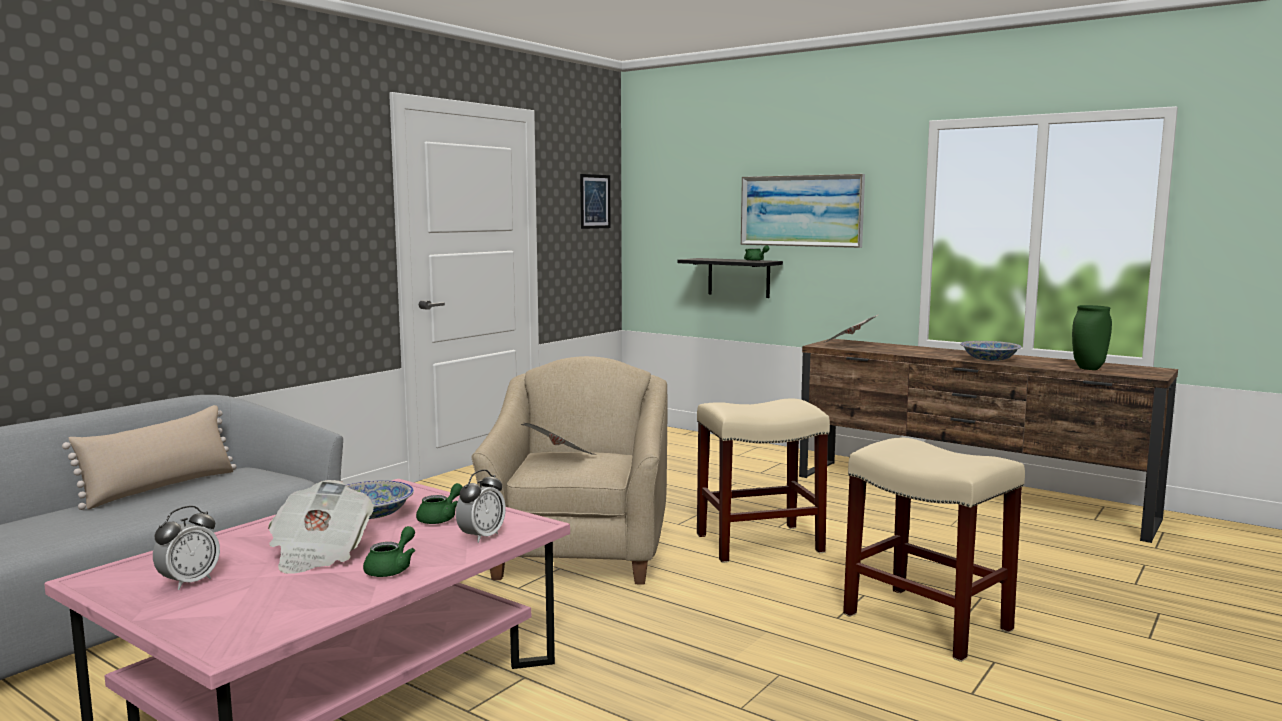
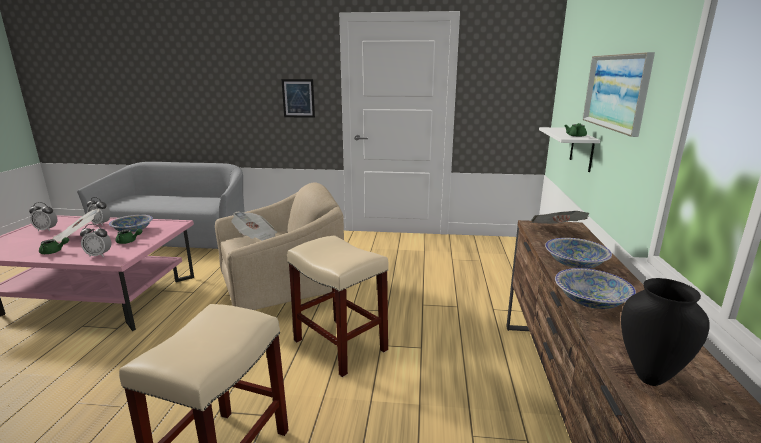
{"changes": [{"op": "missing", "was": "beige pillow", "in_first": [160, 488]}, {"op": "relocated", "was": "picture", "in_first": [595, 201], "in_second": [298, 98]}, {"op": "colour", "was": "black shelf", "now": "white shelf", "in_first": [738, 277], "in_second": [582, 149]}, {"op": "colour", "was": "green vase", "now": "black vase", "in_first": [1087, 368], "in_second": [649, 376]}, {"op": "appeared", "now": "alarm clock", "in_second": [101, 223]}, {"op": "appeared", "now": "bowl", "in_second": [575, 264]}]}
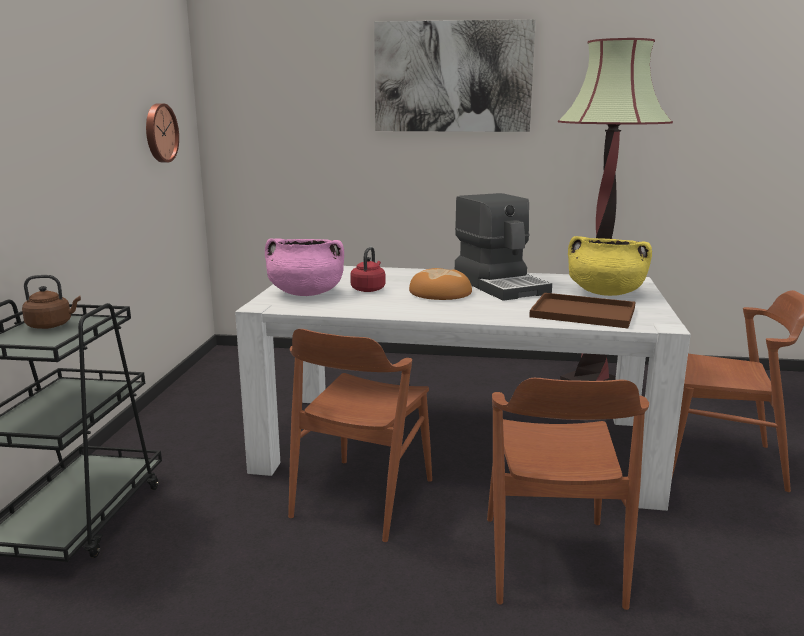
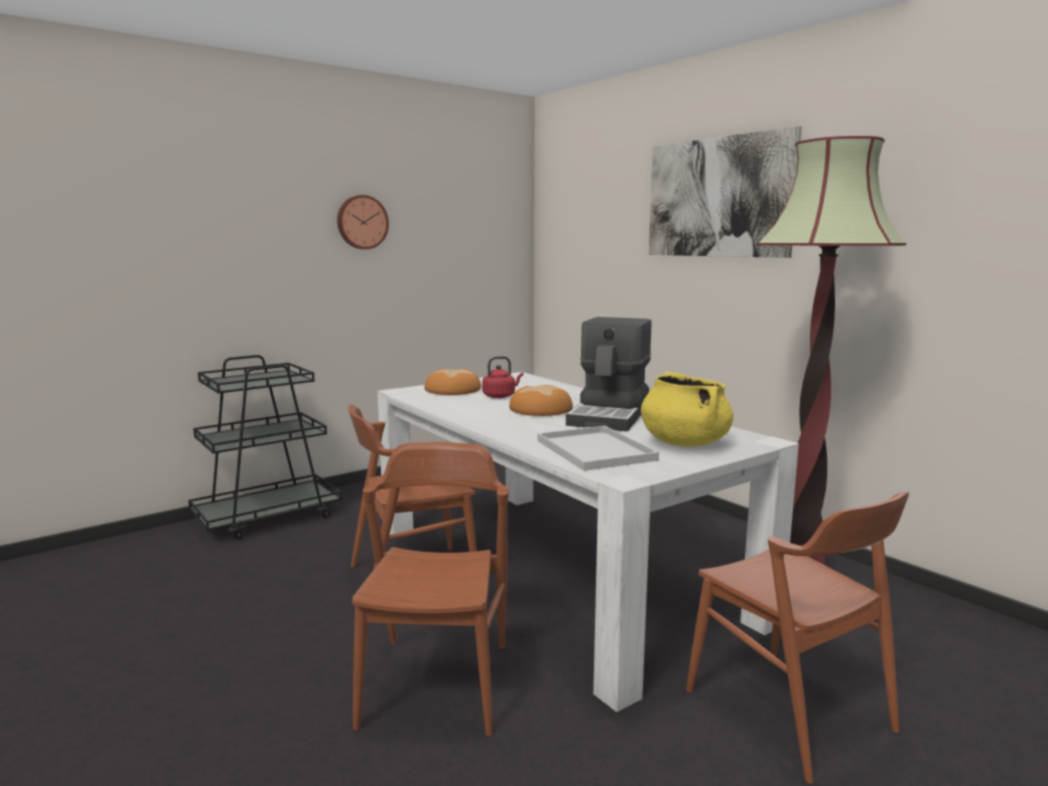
{"changes": [{"op": "missing", "was": "brown kettle", "in_first": [52, 325]}, {"op": "relocated", "was": "wall clock", "in_first": [159, 133], "in_second": [362, 222]}, {"op": "exchanged", "was": "pink cooking pot", "now": "bread", "in_first": [306, 293], "in_second": [452, 390]}, {"op": "spun", "was": "brown chair", "in_first": [551, 560], "in_second": [436, 683], "clockwise": 135}, {"op": "colour", "was": "brown tray", "now": "white tray", "in_first": [585, 312], "in_second": [597, 450]}]}
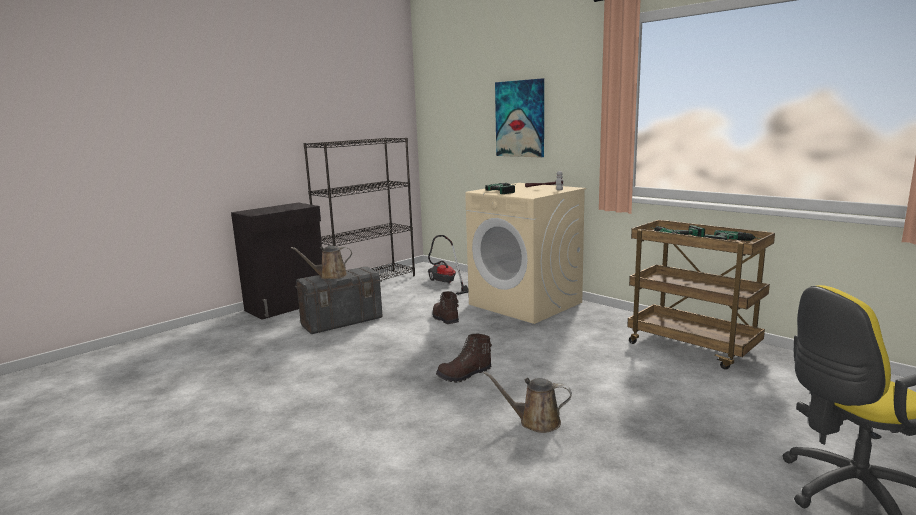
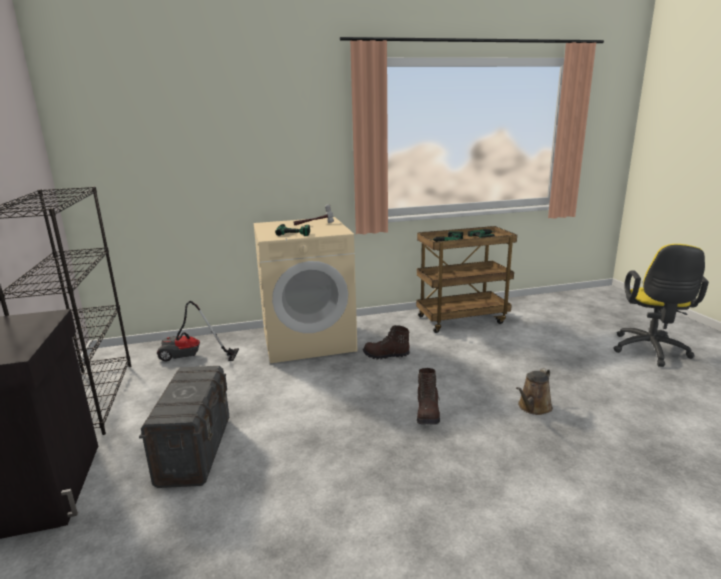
{"changes": [{"op": "missing", "was": "brown watering can", "in_first": [330, 276]}, {"op": "relocated", "was": "brown boot", "in_first": [445, 319], "in_second": [386, 355]}, {"op": "missing", "was": "picture", "in_first": [520, 119]}]}
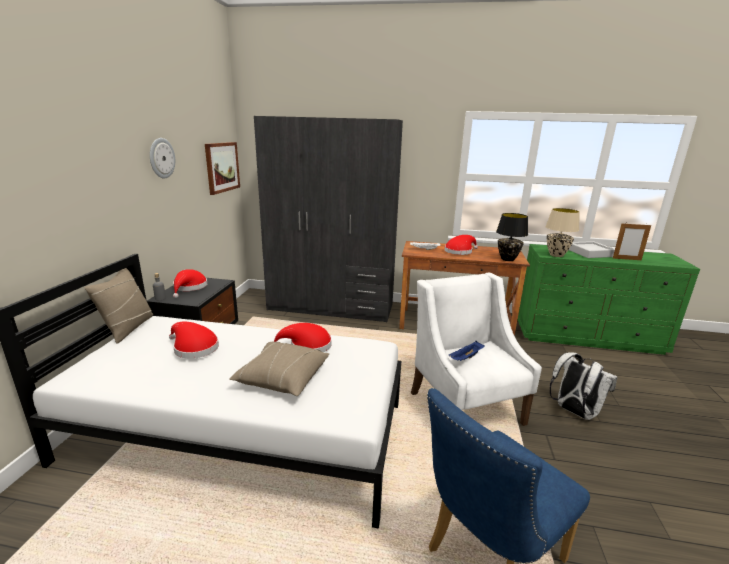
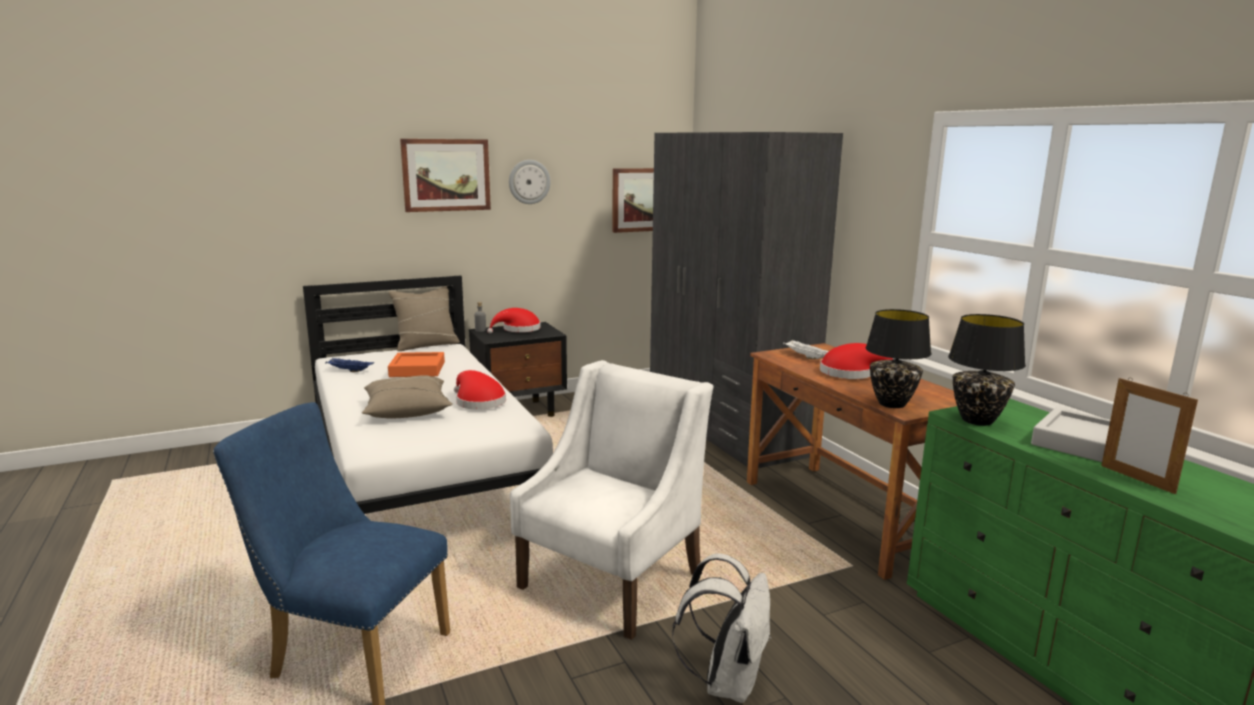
{"changes": [{"op": "exchanged", "was": "red hat", "now": "orange tray", "in_first": [194, 348], "in_second": [417, 369]}, {"op": "relocated", "was": "blue tray", "in_first": [466, 358], "in_second": [349, 371]}, {"op": "colour", "was": "beige table lamp", "now": "black table lamp", "in_first": [556, 255], "in_second": [978, 420]}, {"op": "appeared", "now": "picture", "in_second": [446, 175]}]}
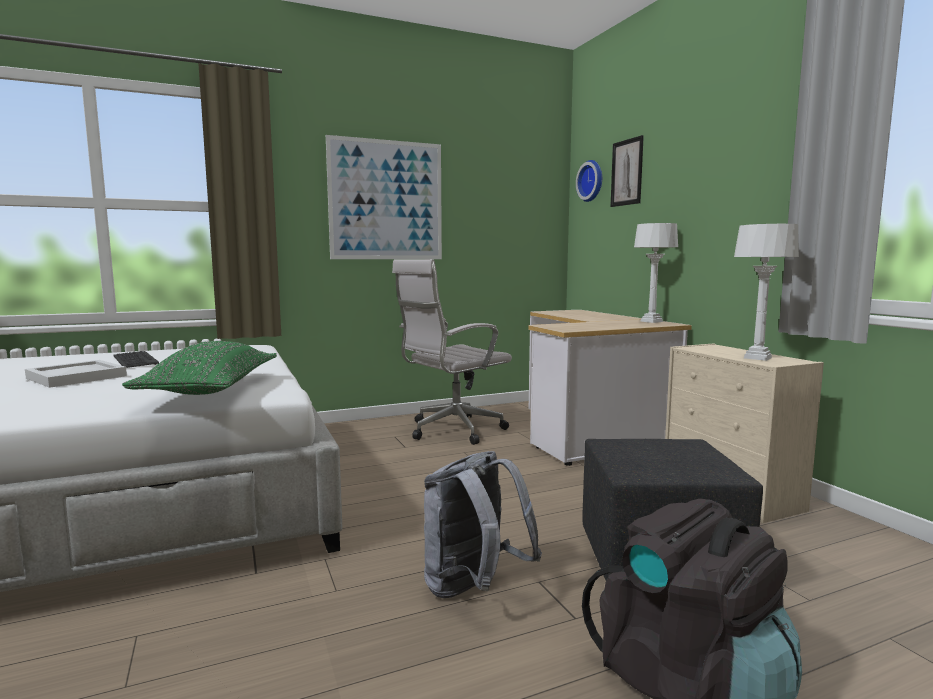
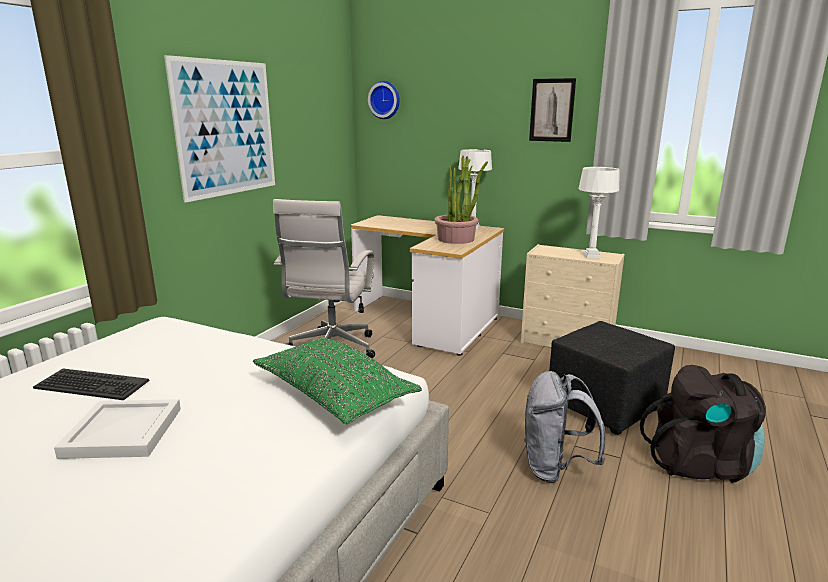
{"changes": [{"op": "relocated", "was": "picture", "in_first": [627, 172], "in_second": [552, 110]}, {"op": "appeared", "now": "potted plant", "in_second": [456, 239]}]}
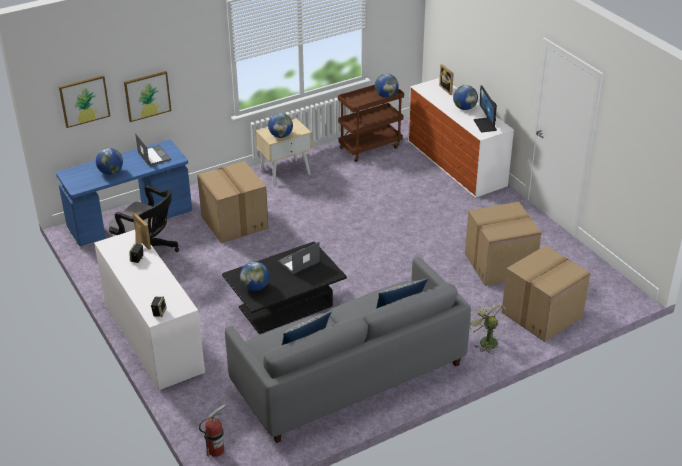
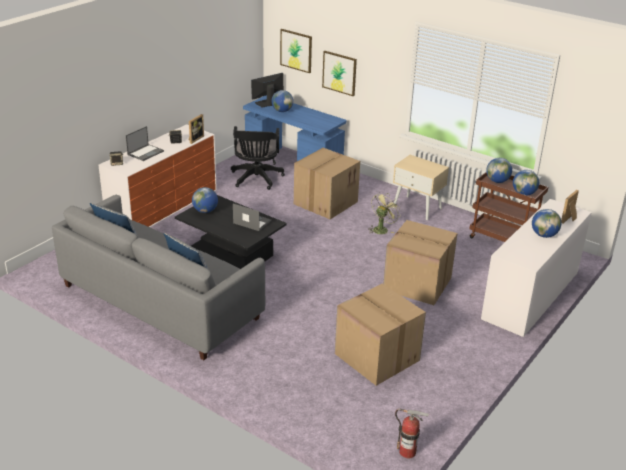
{"changes": [{"op": "relocated", "was": "laptop", "in_first": [154, 156], "in_second": [145, 152]}, {"op": "relocated", "was": "fire extinguisher", "in_first": [216, 450], "in_second": [407, 452]}, {"op": "relocated", "was": "globe", "in_first": [280, 136], "in_second": [497, 181]}, {"op": "relocated", "was": "green fan", "in_first": [485, 341], "in_second": [382, 229]}, {"op": "relocated", "was": "monitor", "in_first": [485, 125], "in_second": [267, 103]}, {"op": "relocated", "was": "cardboard box", "in_first": [542, 315], "in_second": [416, 284]}]}
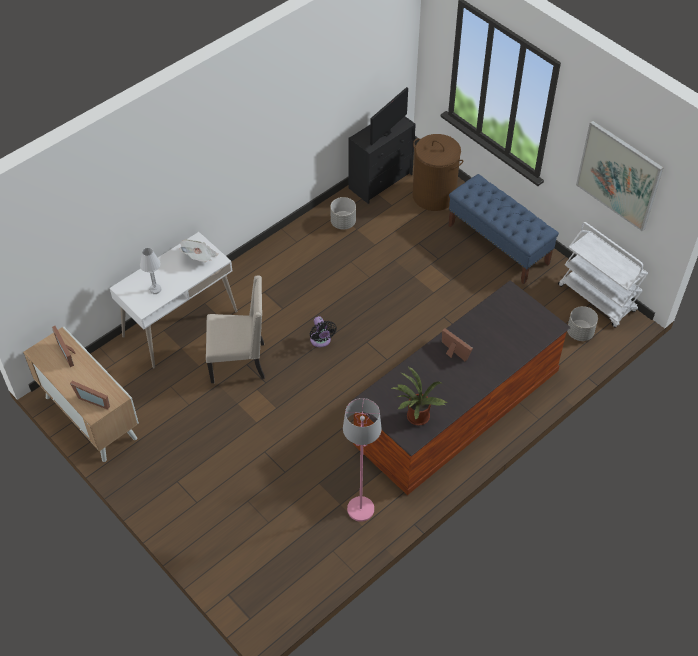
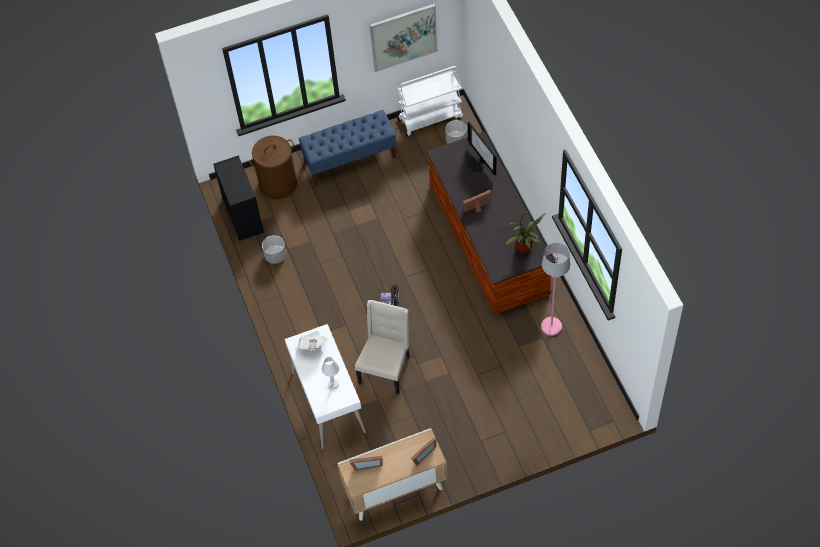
{"changes": [{"op": "relocated", "was": "monitor", "in_first": [383, 131], "in_second": [477, 163]}]}
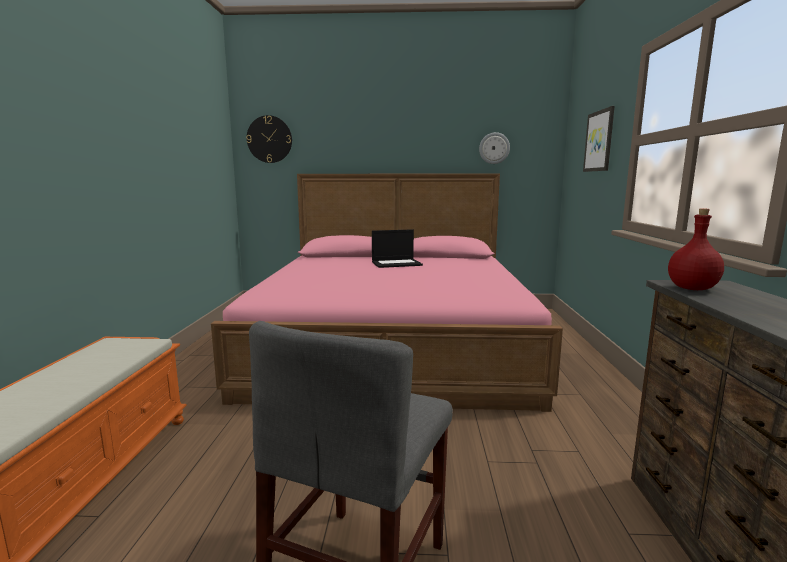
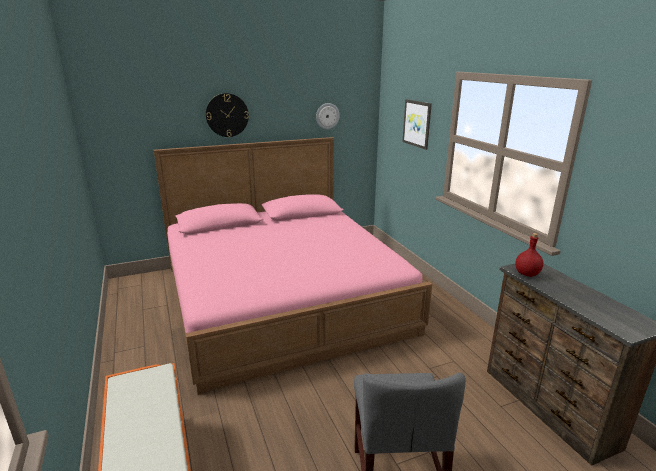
{"changes": [{"op": "relocated", "was": "wall clock", "in_first": [269, 139], "in_second": [227, 115]}, {"op": "missing", "was": "laptop", "in_first": [397, 263]}]}
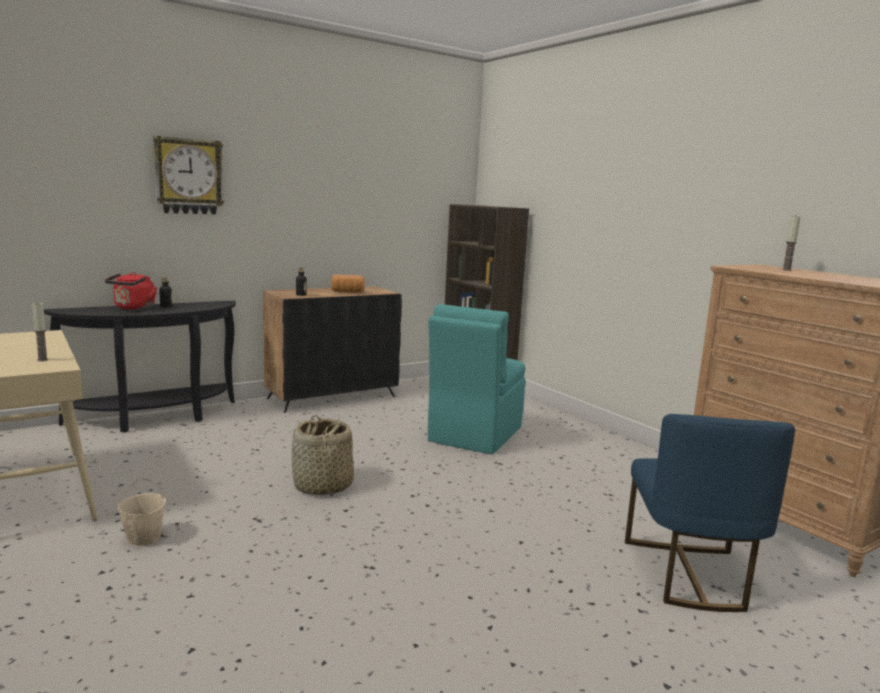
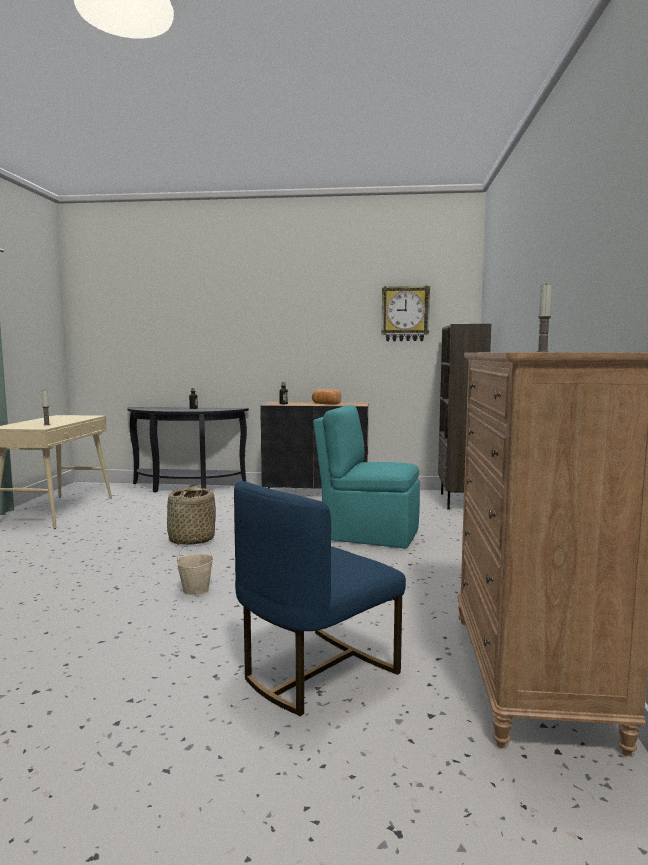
{"changes": [{"op": "missing", "was": "red kettle", "in_first": [133, 308]}, {"op": "relocated", "was": "beige bucket", "in_first": [144, 538], "in_second": [196, 590]}, {"op": "relocated", "was": "wall clock", "in_first": [188, 176], "in_second": [405, 314]}, {"op": "spun", "was": "turquoise chair", "in_first": [474, 435], "in_second": [368, 534], "clockwise": 45}]}
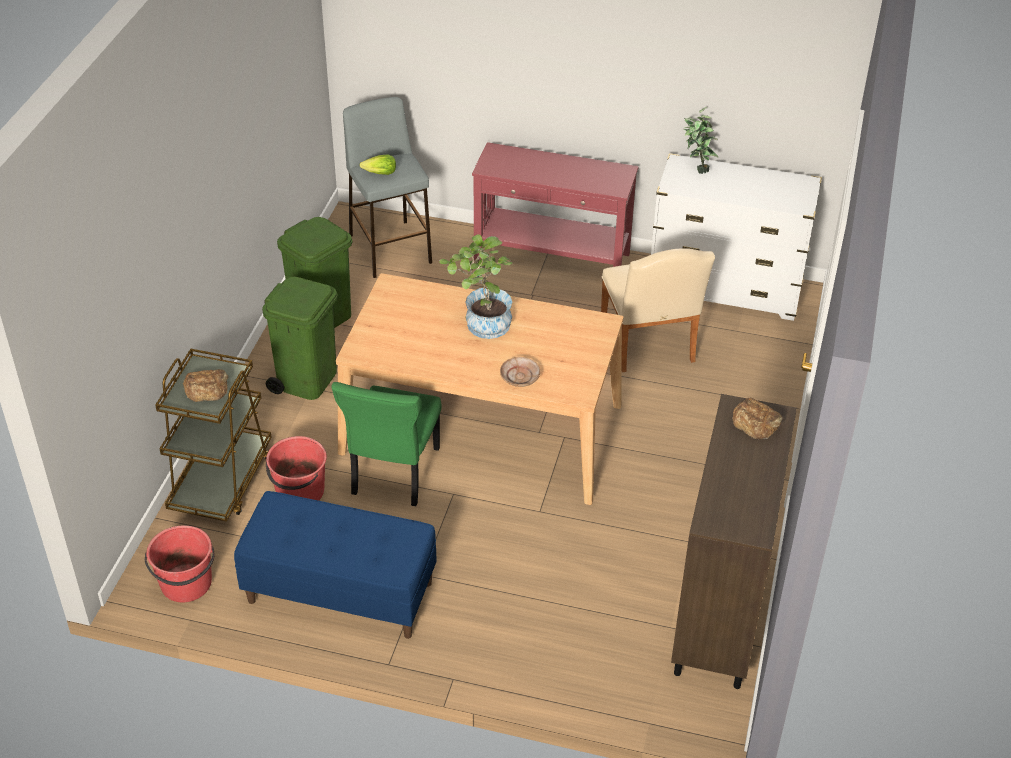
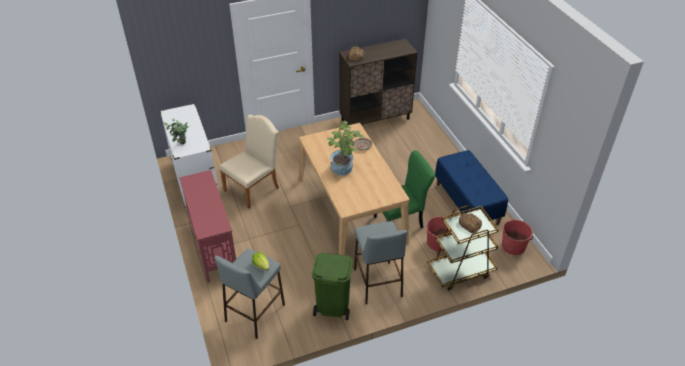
{"changes": [{"op": "exchanged", "was": "green trash can", "now": "grey stool", "in_first": [307, 379], "in_second": [378, 283]}]}
